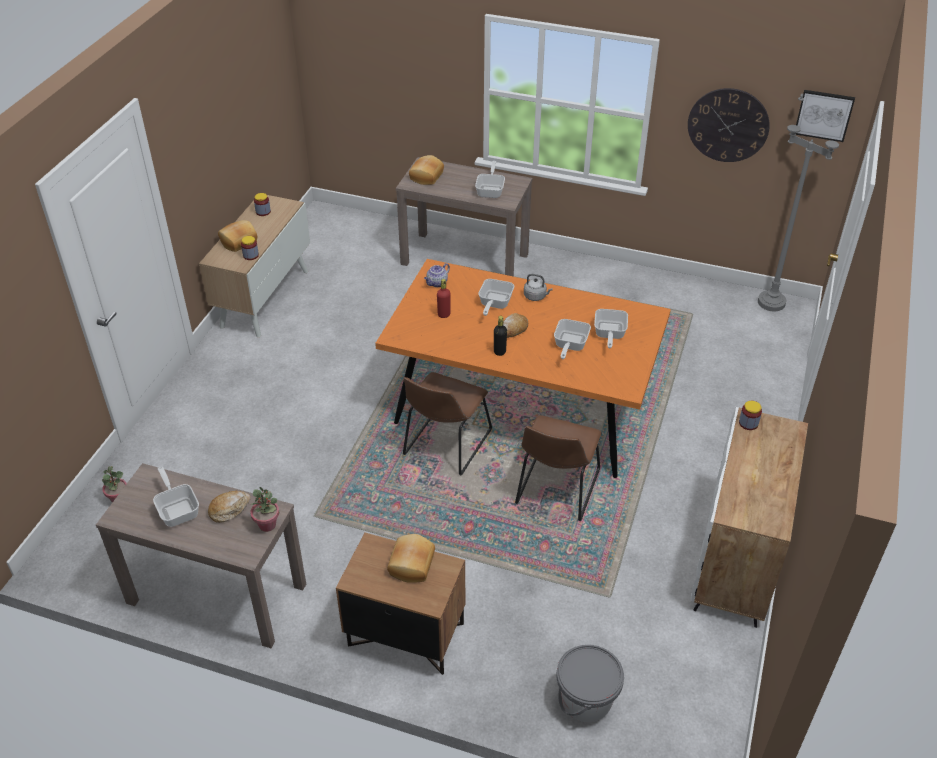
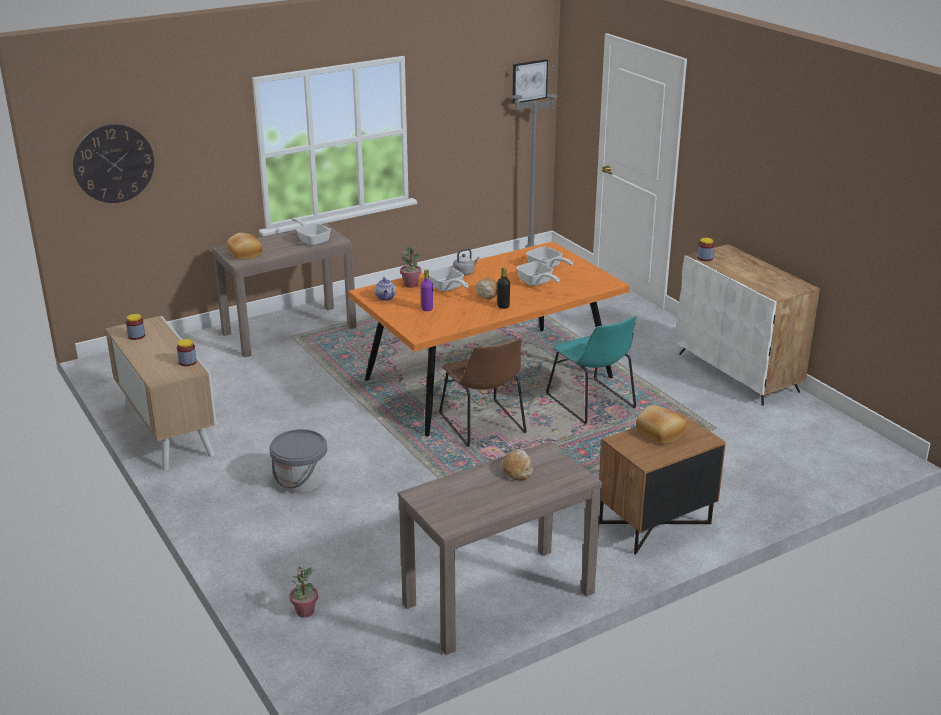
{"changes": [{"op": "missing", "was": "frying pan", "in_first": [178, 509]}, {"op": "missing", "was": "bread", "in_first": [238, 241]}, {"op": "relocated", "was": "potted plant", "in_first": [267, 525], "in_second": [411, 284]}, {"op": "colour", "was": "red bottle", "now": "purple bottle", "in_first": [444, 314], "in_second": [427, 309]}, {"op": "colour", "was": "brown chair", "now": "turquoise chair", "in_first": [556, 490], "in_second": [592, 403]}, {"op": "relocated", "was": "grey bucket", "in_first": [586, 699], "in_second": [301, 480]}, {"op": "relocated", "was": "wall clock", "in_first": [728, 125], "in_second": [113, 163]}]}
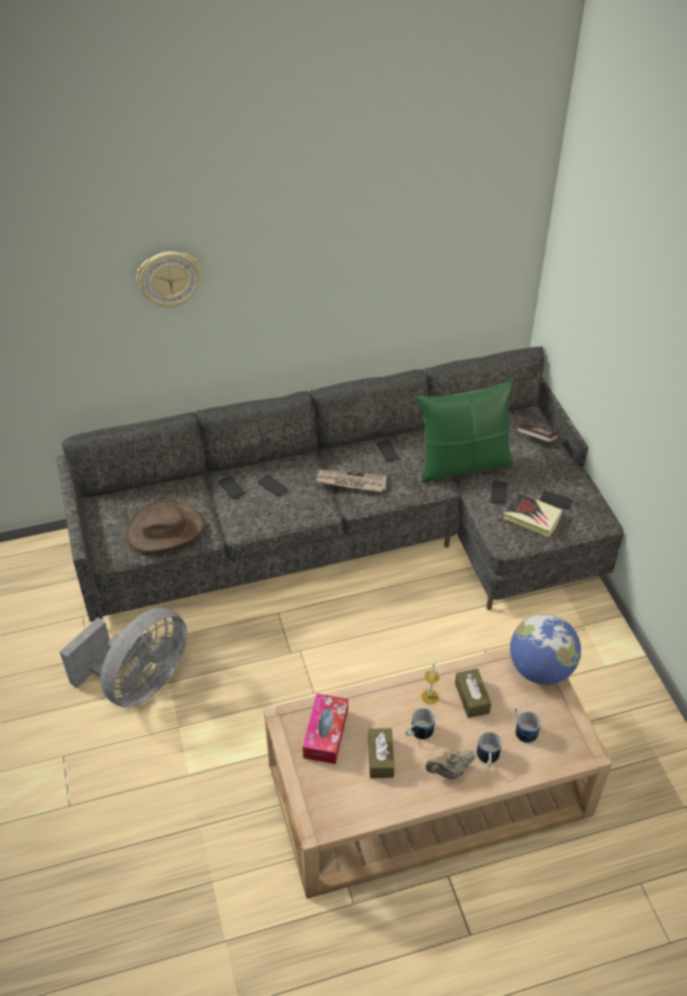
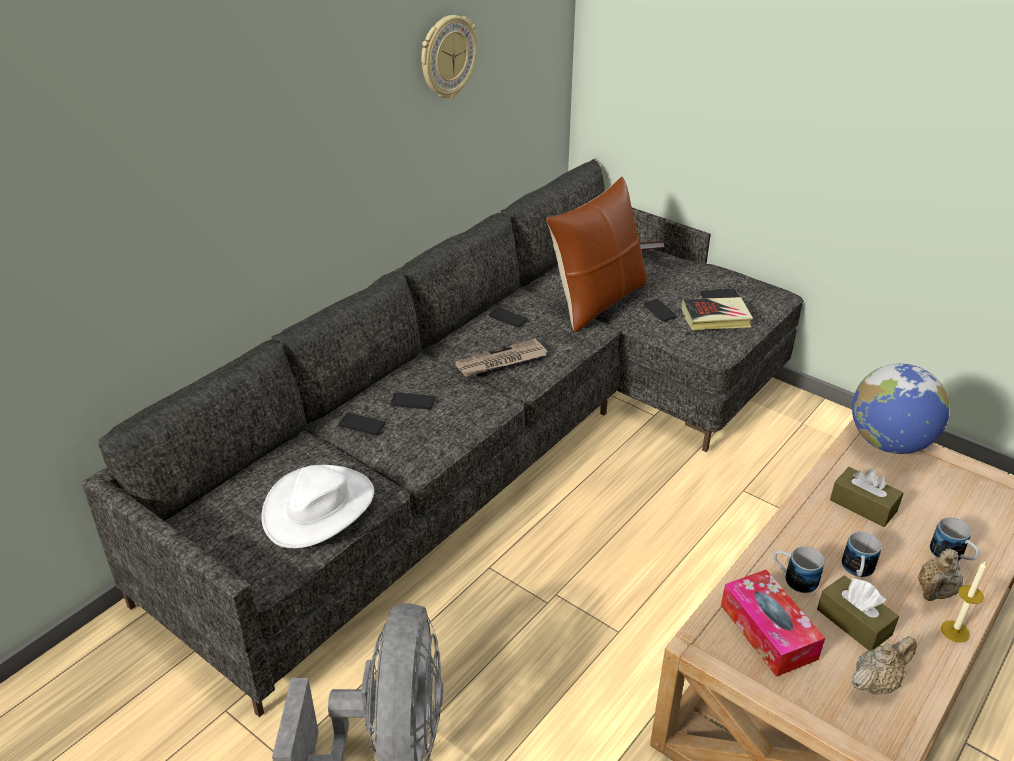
{"changes": [{"op": "colour", "was": "brown hat", "now": "white hat", "in_first": [164, 529], "in_second": [319, 507]}, {"op": "relocated", "was": "wall clock", "in_first": [169, 278], "in_second": [447, 57]}, {"op": "colour", "was": "green pillow", "now": "brown pillow", "in_first": [463, 464], "in_second": [597, 301]}, {"op": "relocated", "was": "candle", "in_first": [430, 697], "in_second": [955, 631]}, {"op": "relocated", "was": "mug", "in_first": [523, 729], "in_second": [793, 578]}, {"op": "appeared", "now": "beige teapot", "in_second": [876, 682]}]}
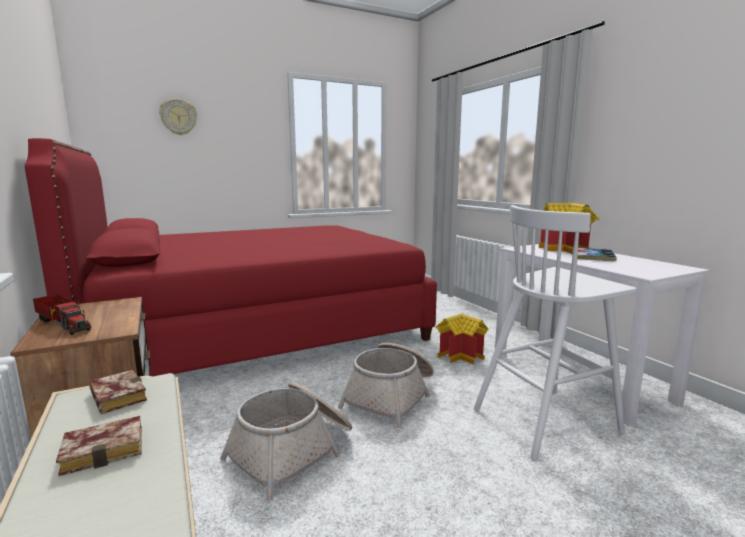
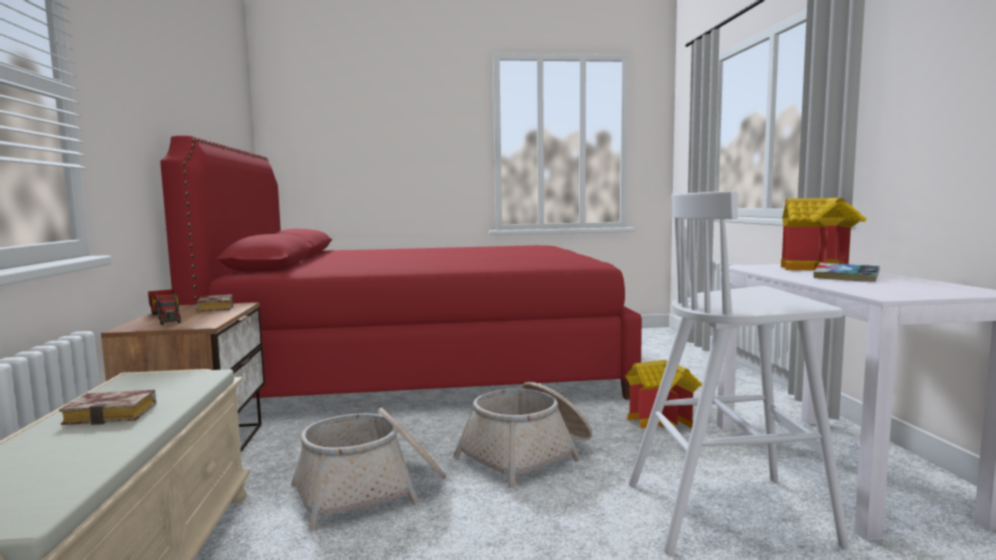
{"changes": [{"op": "relocated", "was": "book", "in_first": [115, 397], "in_second": [214, 308]}, {"op": "missing", "was": "wall clock", "in_first": [178, 117]}]}
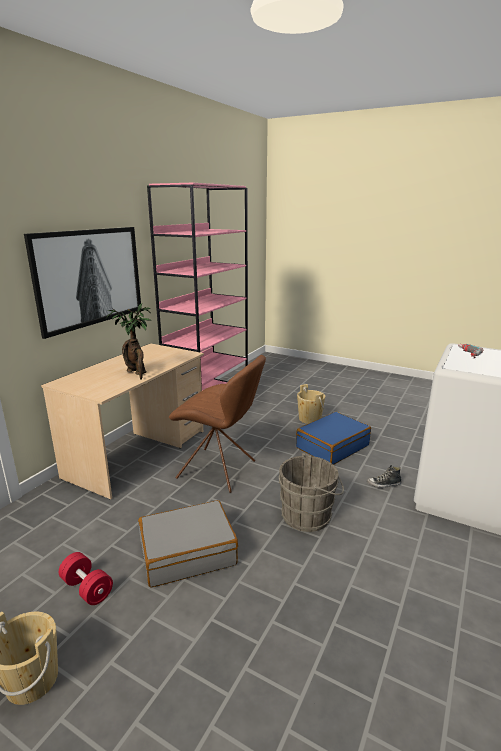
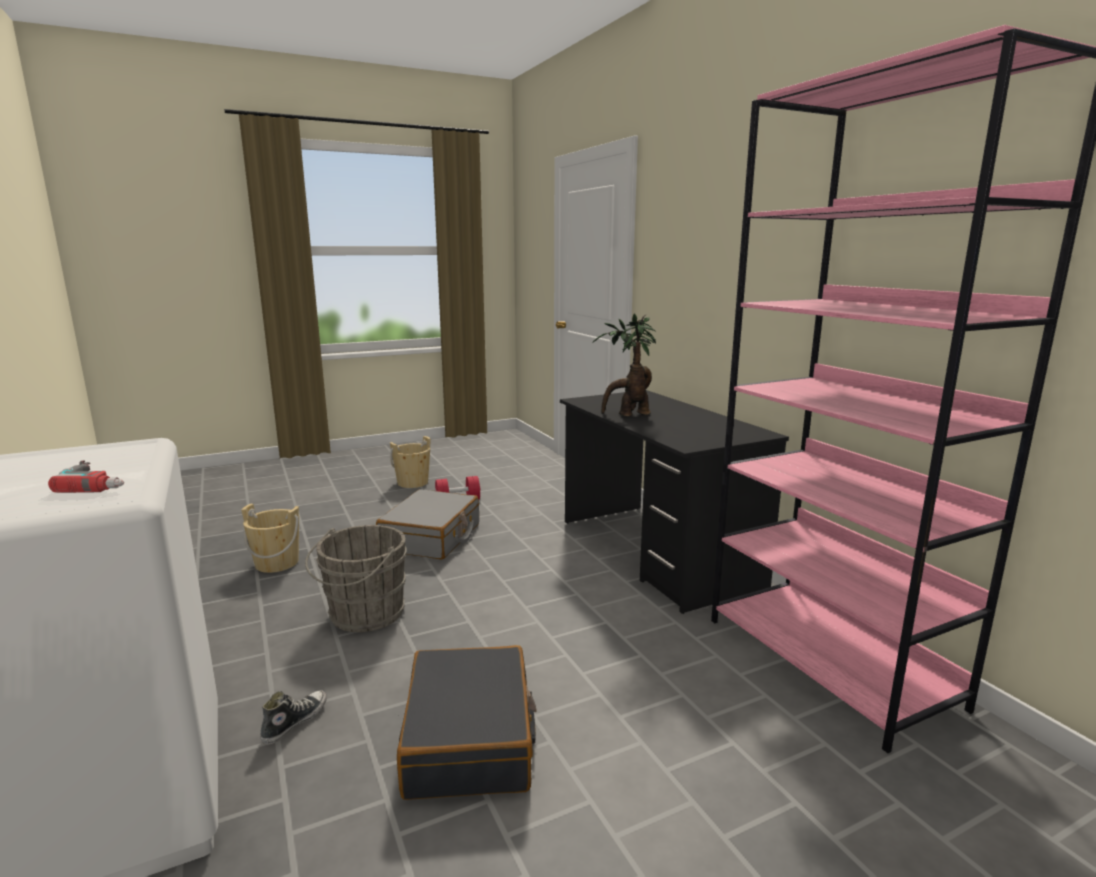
{"changes": [{"op": "missing", "was": "picture", "in_first": [89, 277]}, {"op": "colour", "was": "beige desk", "now": "black desk", "in_first": [138, 453], "in_second": [656, 552]}, {"op": "missing", "was": "brown chair", "in_first": [219, 470]}, {"op": "colour", "was": "blue suitcase", "now": "black suitcase", "in_first": [332, 446], "in_second": [470, 738]}, {"op": "relocated", "was": "beige bucket", "in_first": [309, 419], "in_second": [277, 563]}]}
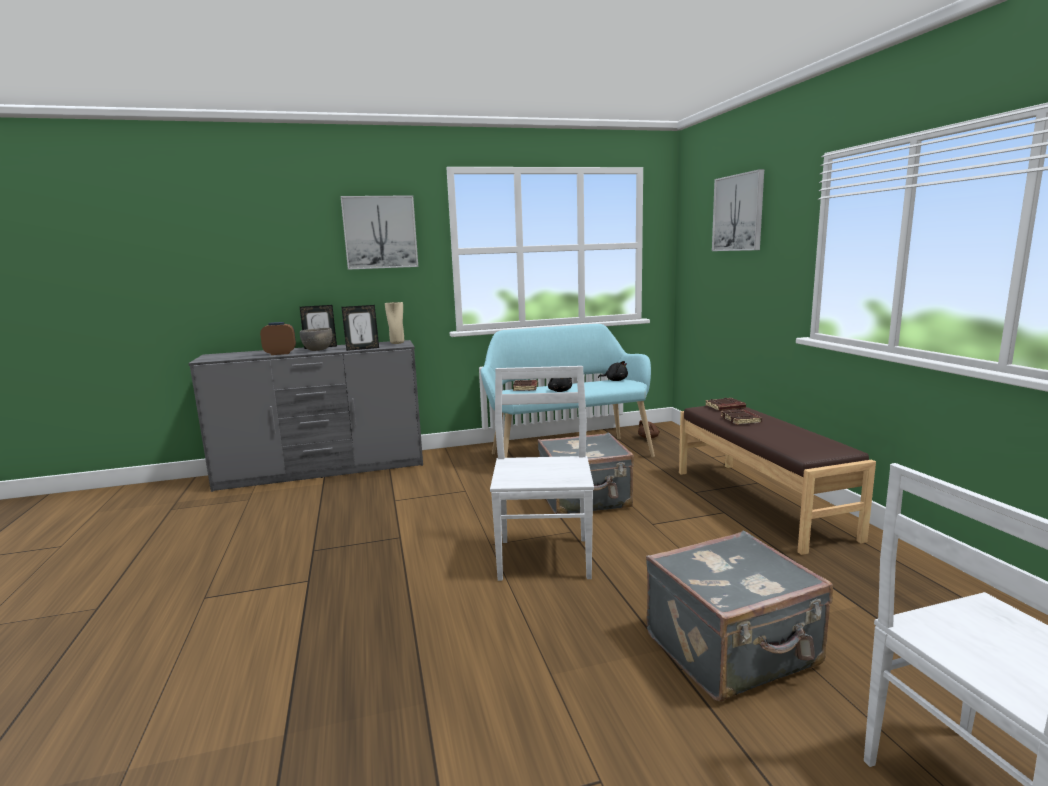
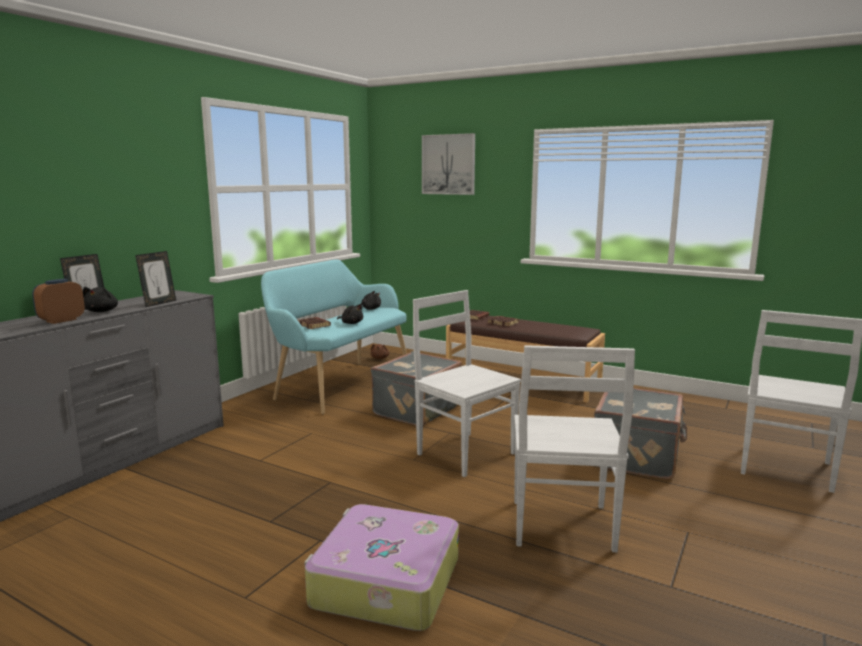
{"changes": [{"op": "exchanged", "was": "grey bowl", "now": "black plush toy", "in_first": [318, 350], "in_second": [102, 311]}, {"op": "missing", "was": "picture", "in_first": [380, 232]}, {"op": "missing", "was": "beige vase", "in_first": [397, 343]}, {"op": "appeared", "now": "suitcase", "in_second": [384, 582]}, {"op": "appeared", "now": "white chair", "in_second": [562, 527]}]}
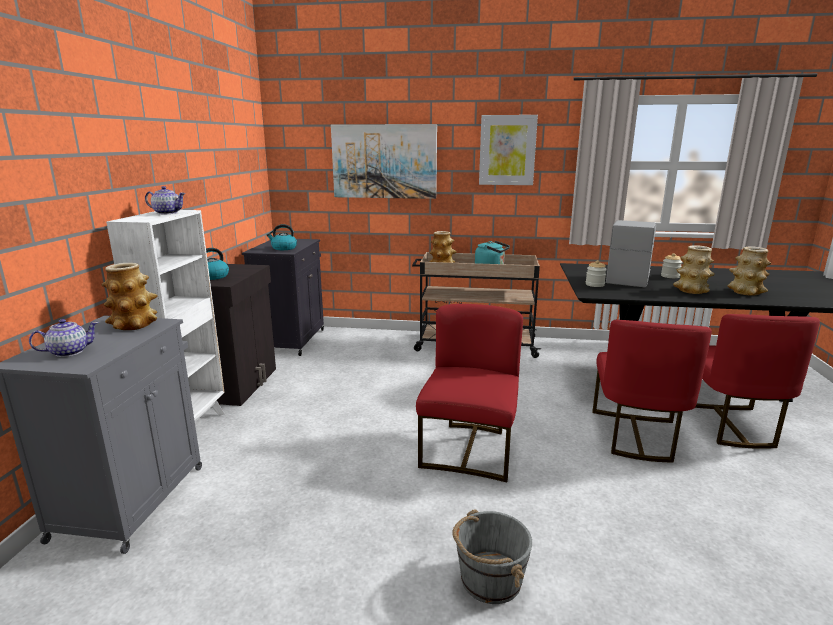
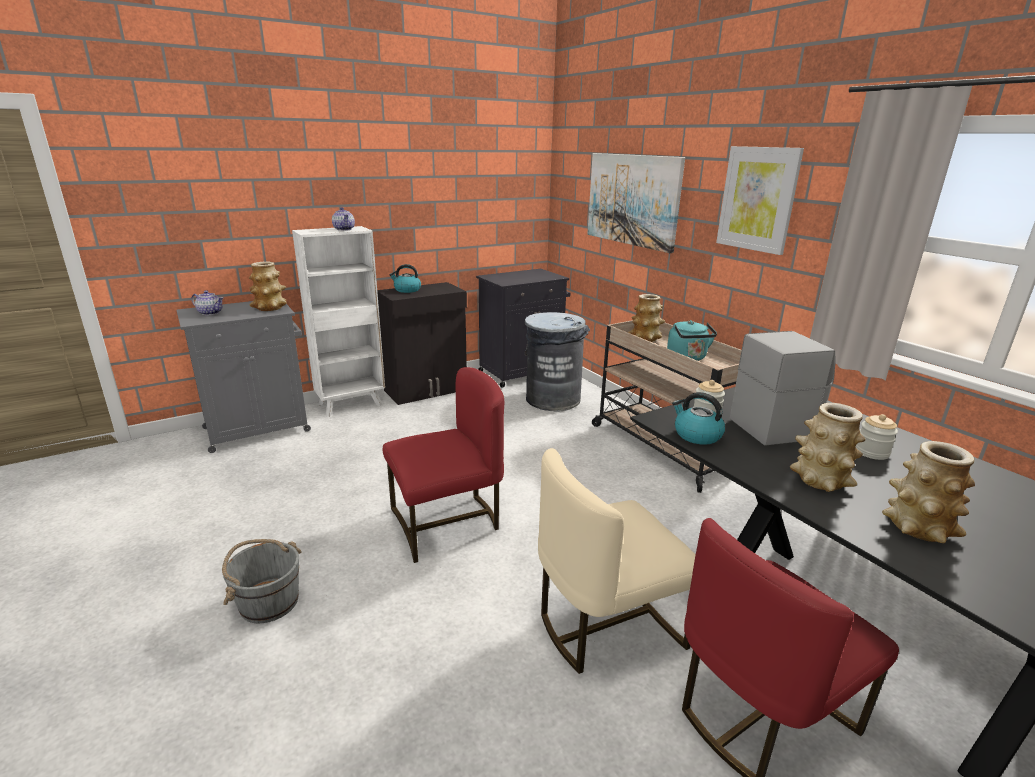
{"changes": [{"op": "relocated", "was": "kettle", "in_first": [283, 248], "in_second": [696, 435]}, {"op": "colour", "was": "red chair", "now": "beige chair", "in_first": [635, 436], "in_second": [607, 624]}, {"op": "appeared", "now": "grey trash can", "in_second": [552, 399]}]}
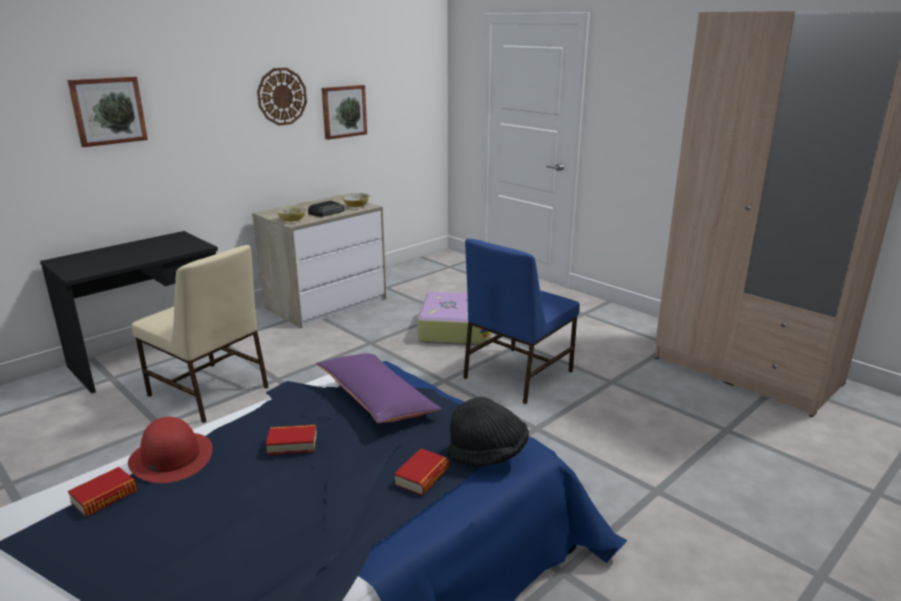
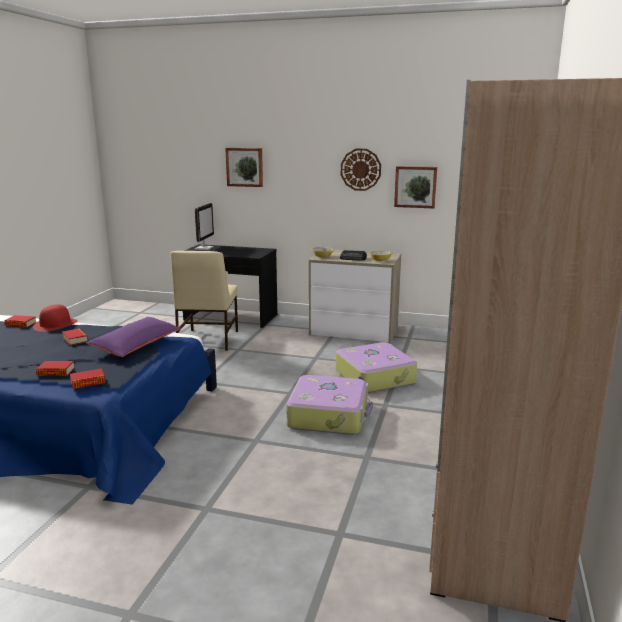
{"changes": [{"op": "exchanged", "was": "black hat", "now": "book", "in_first": [488, 454], "in_second": [88, 382]}, {"op": "exchanged", "was": "blue chair", "now": "suitcase", "in_first": [516, 375], "in_second": [329, 415]}, {"op": "appeared", "now": "monitor", "in_second": [204, 248]}]}
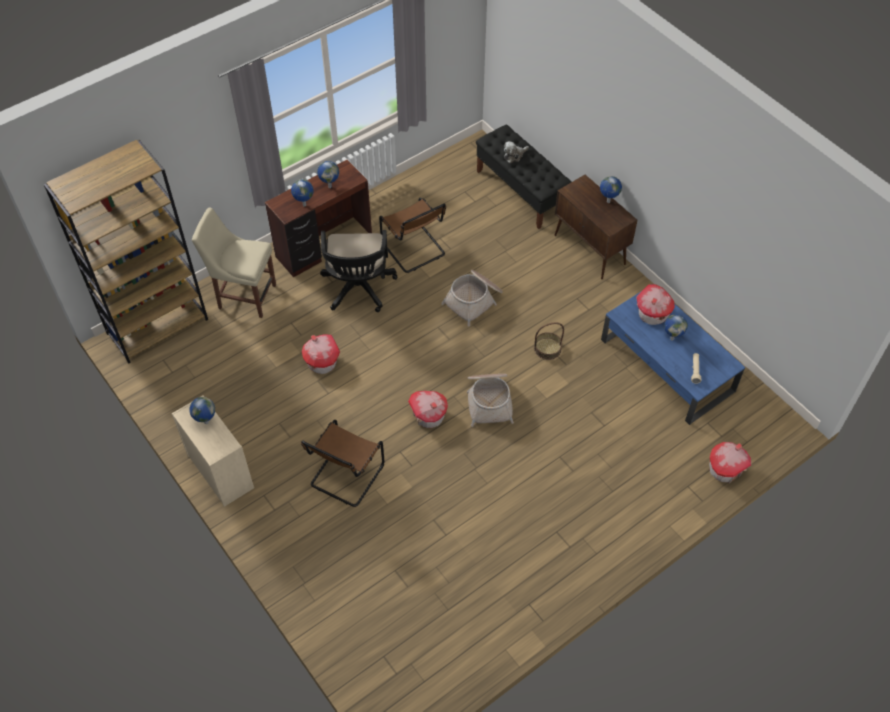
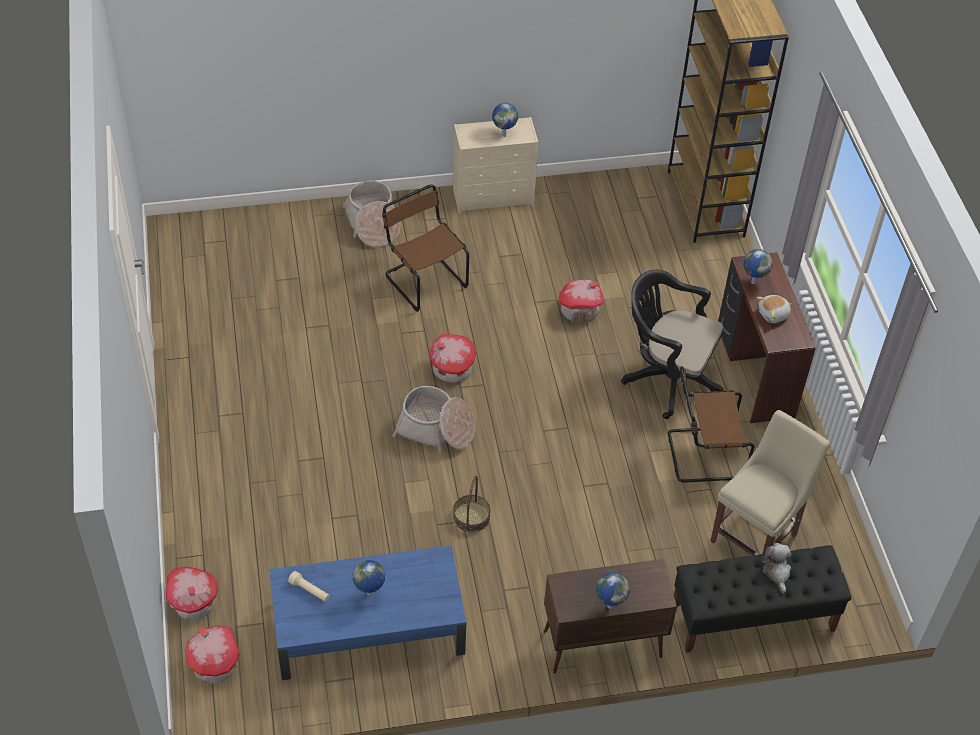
{"changes": [{"op": "relocated", "was": "beige chair", "in_first": [244, 296], "in_second": [756, 536]}, {"op": "exchanged", "was": "globe", "now": "plush toy", "in_first": [330, 186], "in_second": [773, 314]}, {"op": "relocated", "was": "basket", "in_first": [474, 300], "in_second": [373, 223]}, {"op": "relocated", "was": "toy house", "in_first": [652, 314], "in_second": [214, 665]}]}
